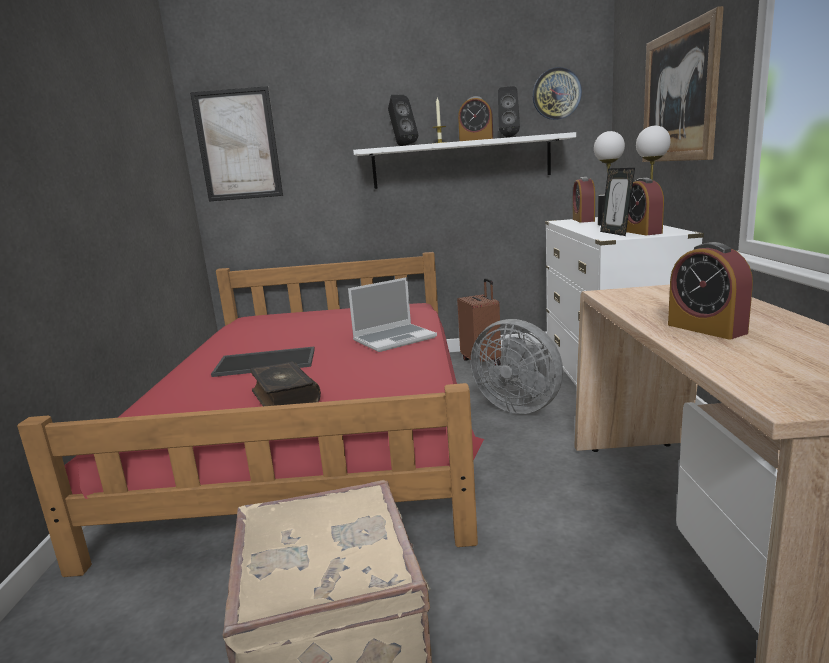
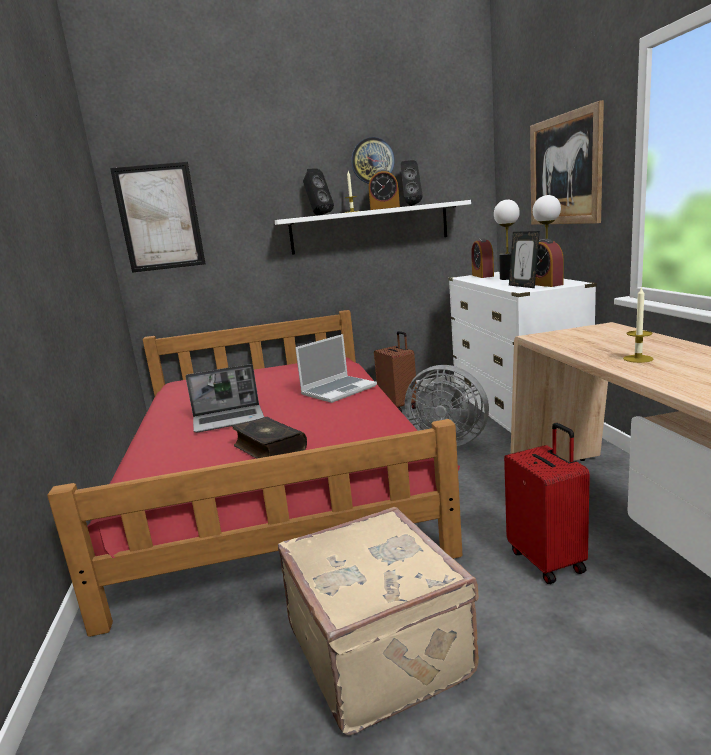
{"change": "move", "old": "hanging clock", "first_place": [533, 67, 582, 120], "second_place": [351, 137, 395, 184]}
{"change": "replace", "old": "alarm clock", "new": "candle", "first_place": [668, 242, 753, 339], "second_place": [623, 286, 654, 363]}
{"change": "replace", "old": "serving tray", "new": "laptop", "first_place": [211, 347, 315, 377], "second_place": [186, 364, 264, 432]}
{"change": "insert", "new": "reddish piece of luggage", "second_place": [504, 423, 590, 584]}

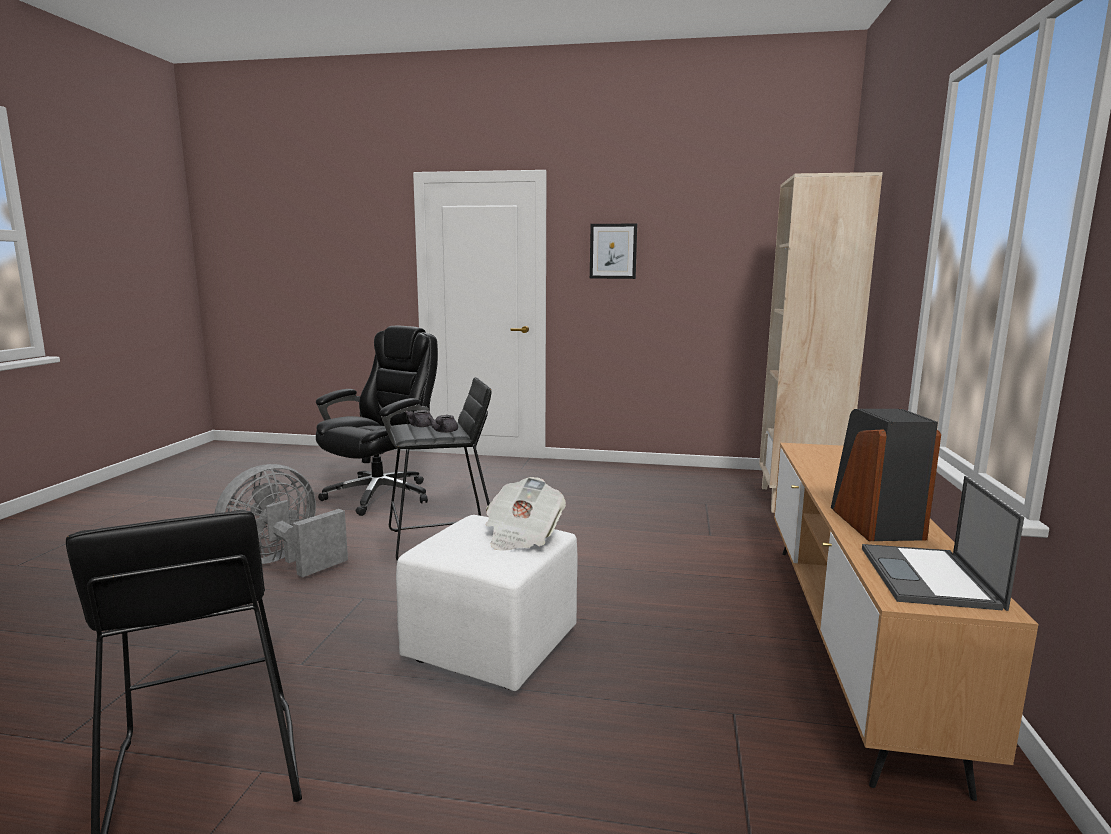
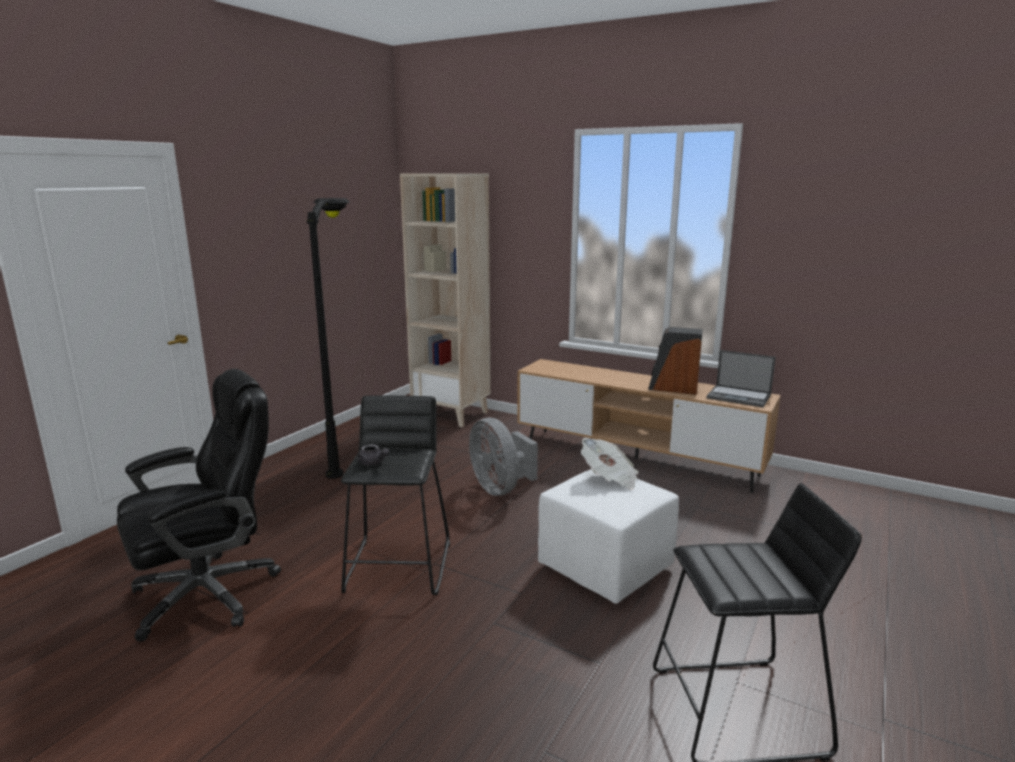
{"change": "delete", "old": "picture", "first_place": [590, 224, 637, 279]}
{"change": "rotate", "old": "black-coloured office chair", "first_place": [316, 326, 438, 516], "second_place": [117, 369, 281, 642], "degrees": 90}
{"change": "delete", "old": "grey pot for tea", "first_place": [428, 415, 458, 433]}
{"change": "move", "old": "grey cooling fan", "first_place": [215, 464, 348, 578], "second_place": [469, 418, 538, 496]}
{"change": "insert", "new": "black-coloured standard lamp", "second_place": [306, 198, 350, 479]}

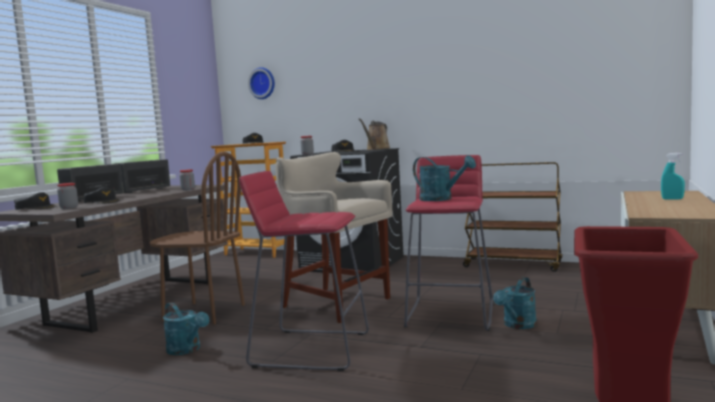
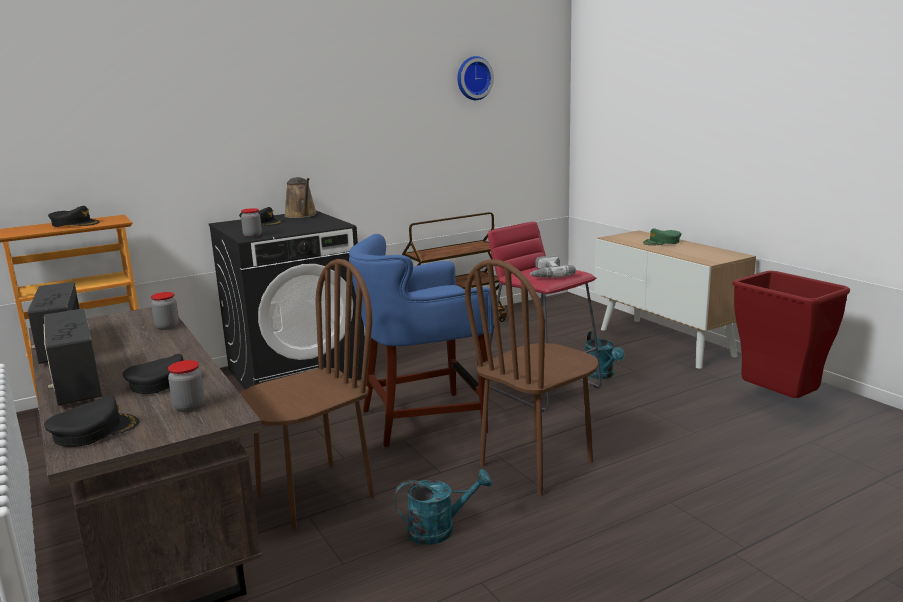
{"change": "move", "old": "hanging clock", "first_place": [248, 67, 275, 99], "second_place": [457, 56, 494, 100]}
{"change": "recolor", "old": "beige-coloured stool", "new": "blue-coloured stool", "first_place": [275, 152, 393, 323], "second_place": [349, 234, 493, 447]}
{"change": "replace", "old": "blue-green hand sprayer", "new": "green-coloured baseball cap", "first_place": [661, 153, 685, 200], "second_place": [643, 228, 682, 246]}
{"change": "replace", "old": "blue-green sprinkling can", "new": "electric drill", "first_place": [413, 155, 476, 201], "second_place": [530, 256, 576, 278]}
{"change": "replace", "old": "reddish stool", "new": "brownish chair", "first_place": [239, 171, 369, 371], "second_place": [465, 259, 598, 495]}

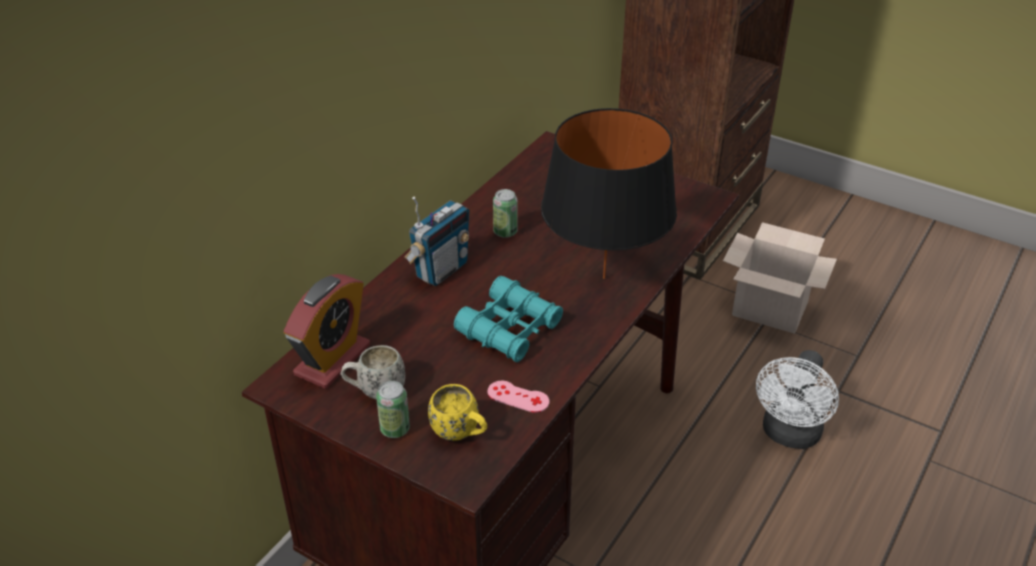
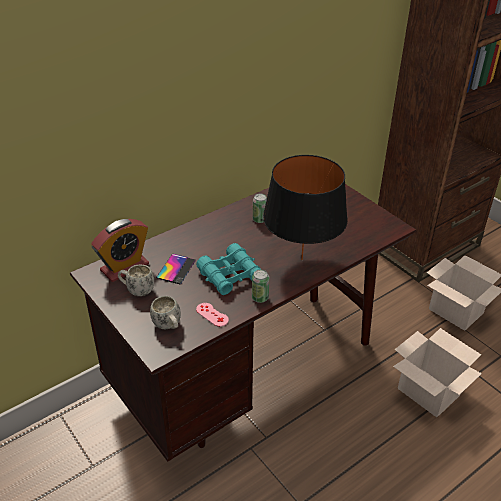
{"change": "delete", "old": "radio set", "first_place": [405, 197, 470, 286]}
{"change": "replace", "old": "whitish cooling fan", "new": "carton", "first_place": [756, 350, 839, 449], "second_place": [393, 328, 482, 417]}
{"change": "move", "old": "can", "first_place": [376, 381, 410, 438], "second_place": [252, 270, 269, 303]}
{"change": "recolor", "old": "yellow tea mug", "new": "whitish tea mug", "first_place": [428, 384, 487, 441], "second_place": [150, 296, 181, 329]}
{"change": "insert", "new": "handset", "second_place": [156, 254, 196, 285]}

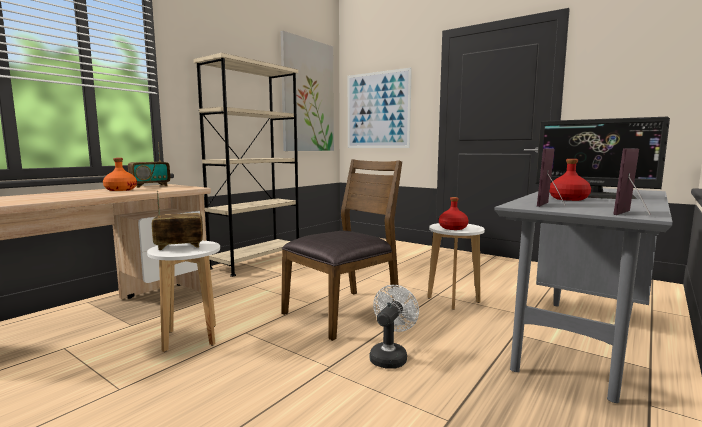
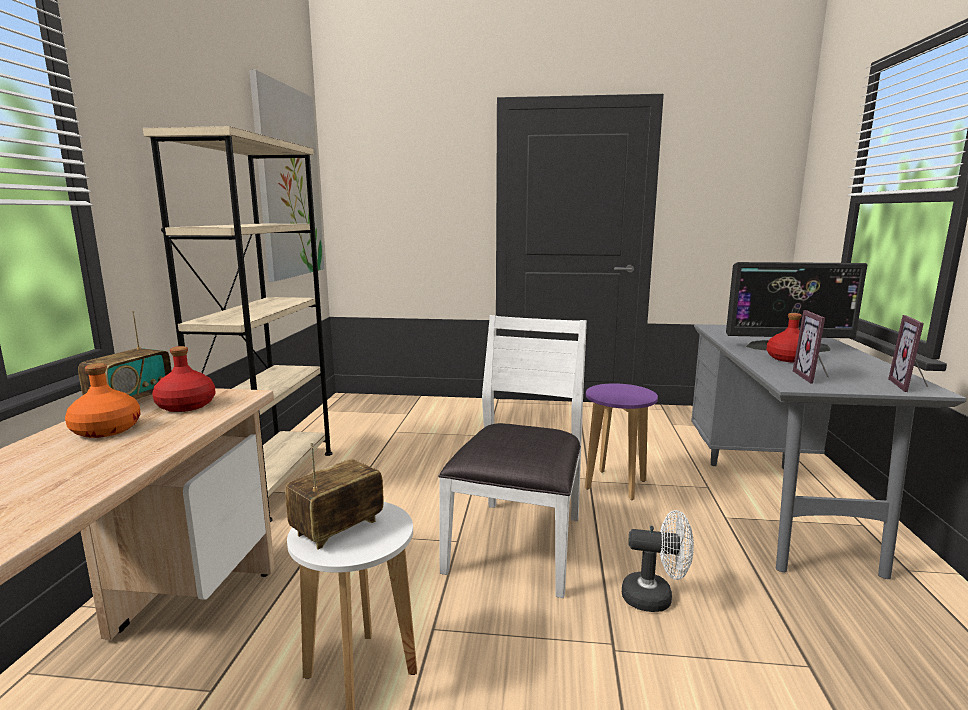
{"change": "delete", "old": "picture", "first_place": [348, 68, 412, 148]}
{"change": "recolor", "old": "brownish chair", "new": "whitish chair", "first_place": [281, 159, 402, 341], "second_place": [438, 315, 587, 598]}
{"change": "move", "old": "reddish beverage bottle", "first_place": [439, 197, 468, 230], "second_place": [152, 346, 216, 412]}
{"change": "recolor", "old": "whitish stool", "new": "purple-coloured stool", "first_place": [427, 223, 485, 310], "second_place": [585, 383, 658, 500]}
{"change": "rotate", "old": "whitish cooling fan", "first_place": [370, 285, 419, 369], "second_place": [622, 510, 694, 612], "degrees": 105}

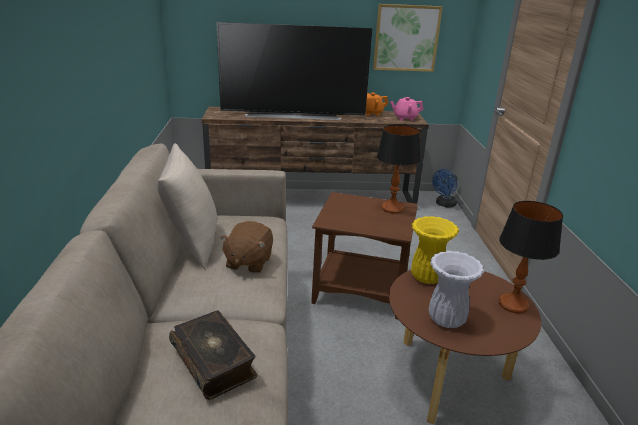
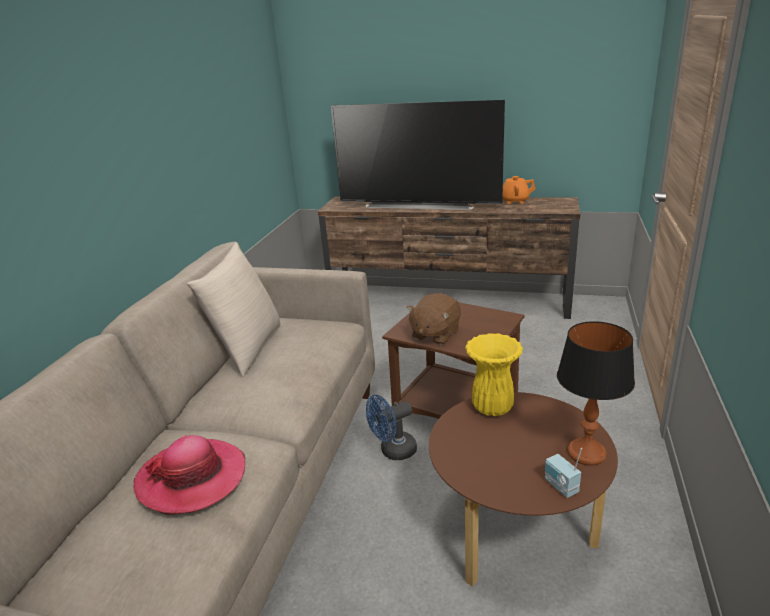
{"change": "delete", "old": "picture", "first_place": [373, 4, 443, 72]}
{"change": "delete", "old": "pinkish pot for tea", "first_place": [390, 97, 423, 121]}
{"change": "delete", "old": "table lamp", "first_place": [376, 125, 420, 213]}
{"change": "move", "old": "blue-coloured cooling fan", "first_place": [432, 169, 458, 208], "second_place": [366, 395, 417, 460]}
{"change": "move", "old": "brownish plush toy", "first_place": [220, 221, 273, 273], "second_place": [407, 293, 461, 345]}
{"change": "delete", "old": "whitish flower vase", "first_place": [428, 251, 484, 328]}
{"change": "replace", "old": "volume", "new": "hat", "first_place": [169, 310, 257, 400], "second_place": [133, 435, 245, 515]}
{"change": "insert", "new": "radio set", "second_place": [545, 448, 582, 498]}

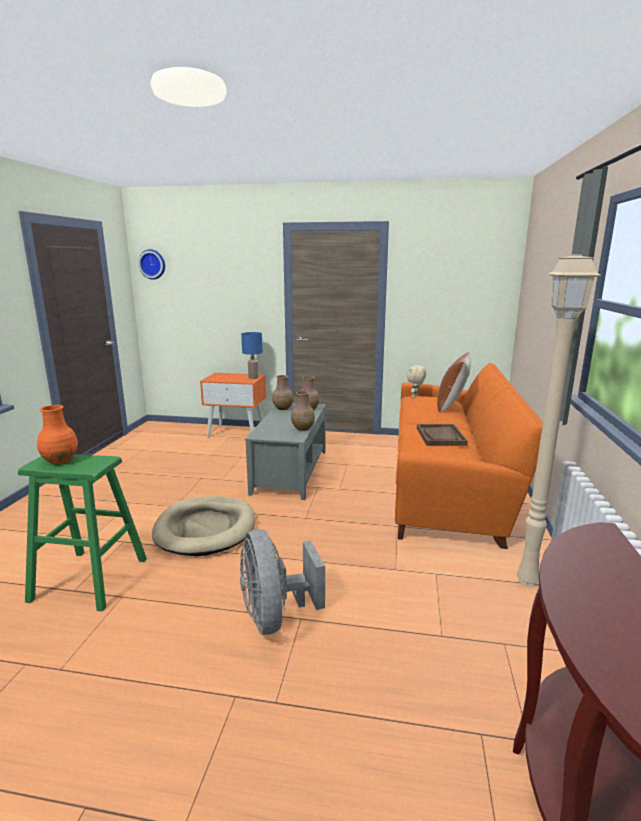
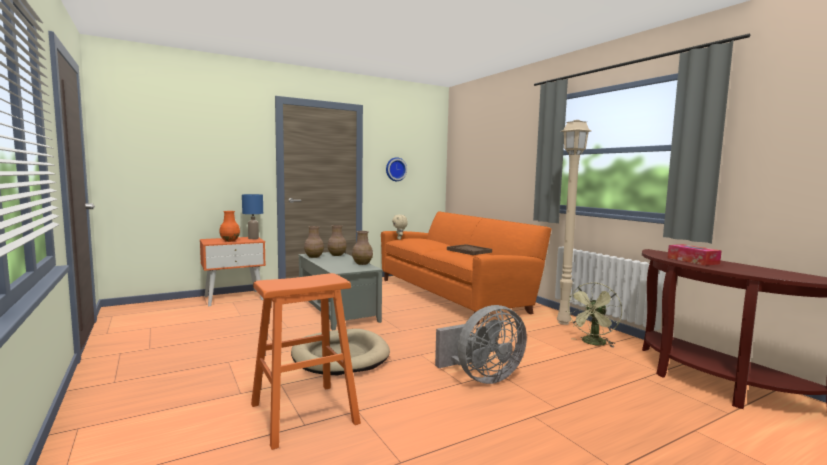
{"change": "move", "old": "hanging clock", "first_place": [138, 249, 165, 280], "second_place": [386, 157, 407, 181]}
{"change": "delete", "old": "brownish throw pillow", "first_place": [437, 352, 471, 413]}
{"change": "move", "old": "orange-coloured flower vase", "first_place": [37, 405, 78, 464], "second_place": [219, 211, 240, 242]}
{"change": "recolor", "old": "green-coloured stool", "new": "orange-coloured stool", "first_place": [18, 454, 147, 612], "second_place": [251, 273, 361, 450]}
{"change": "rotate", "old": "grey cooling fan", "first_place": [240, 529, 325, 635], "second_place": [435, 305, 527, 384], "degrees": -60}
{"change": "insert", "new": "tissue box", "second_place": [668, 244, 722, 266]}
{"change": "insert", "new": "green-coloured cooling fan", "second_place": [566, 283, 622, 348]}

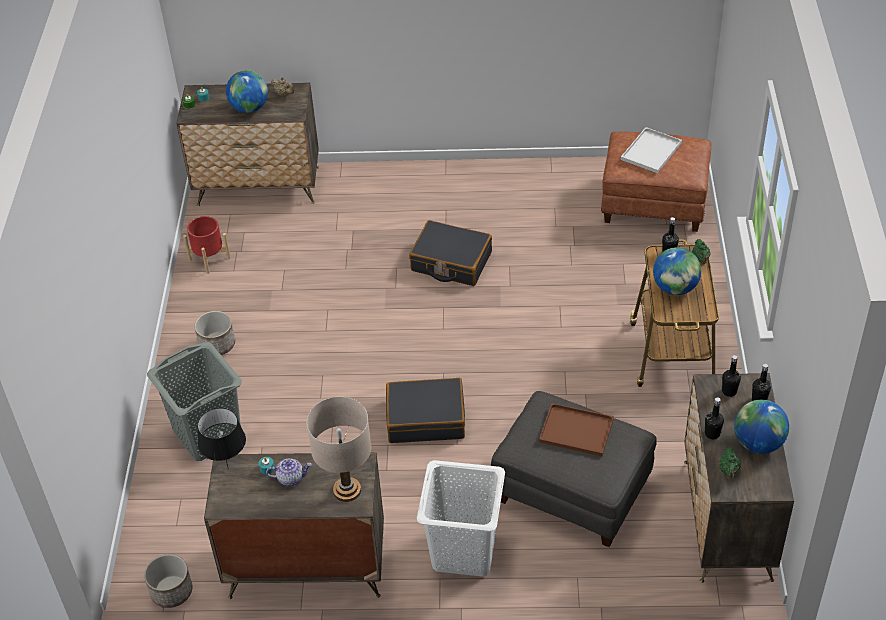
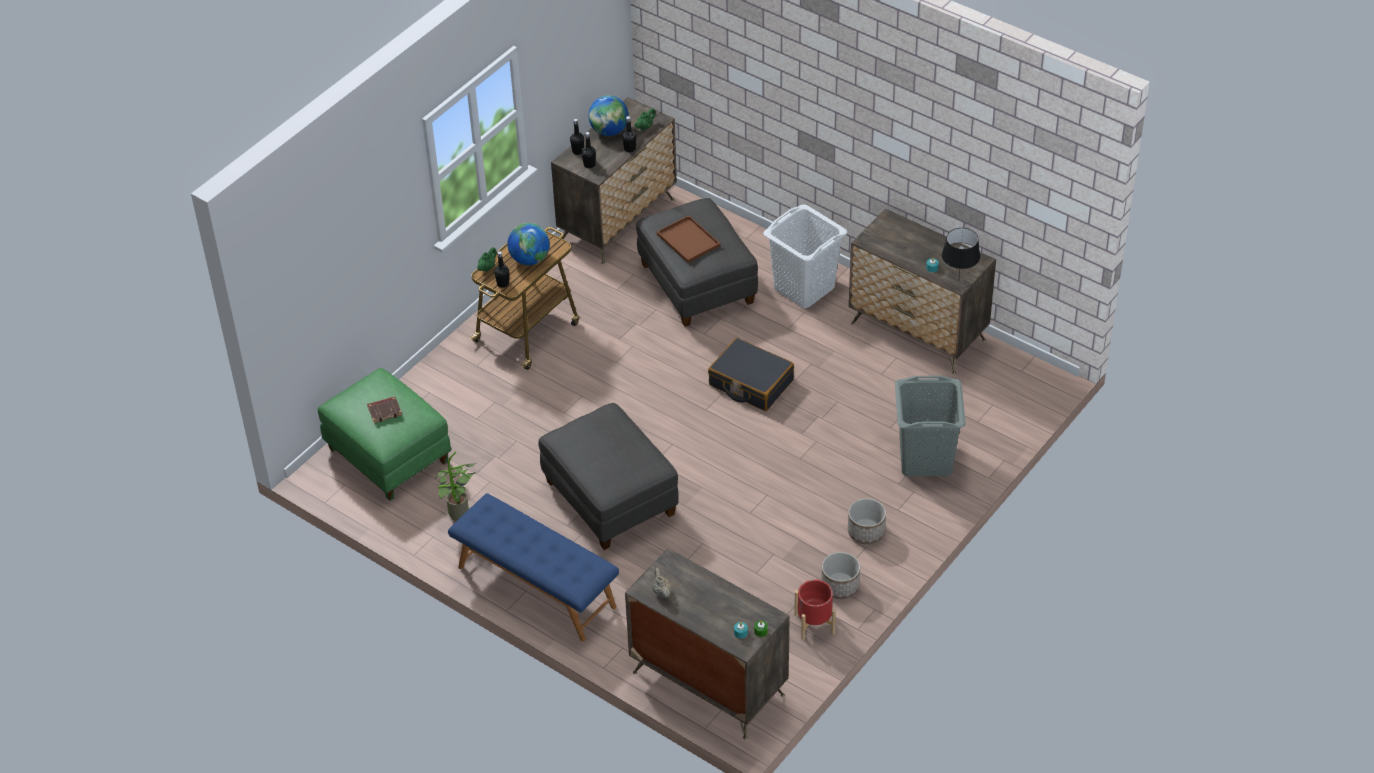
{"change": "delete", "old": "desk globe", "first_place": [226, 70, 268, 113]}
{"change": "replace", "old": "whitish serving tray", "new": "brownish volume", "first_place": [621, 127, 682, 173], "second_place": [367, 396, 402, 423]}
{"change": "recolor", "old": "brownish pouffe", "new": "green-coloured pouffe", "first_place": [601, 132, 711, 232], "second_place": [317, 368, 451, 501]}
{"change": "replace", "old": "black-coloured piece of luggage", "new": "grey pouffe", "first_place": [409, 220, 492, 286], "second_place": [538, 403, 679, 550]}
{"change": "delete", "old": "beige-coloured table lamp", "first_place": [307, 397, 371, 502]}
{"change": "delete", "old": "pot for tea", "first_place": [266, 459, 311, 486]}
{"change": "move", "old": "plant pot", "first_place": [144, 554, 192, 608], "second_place": [821, 552, 860, 599]}
{"change": "insert", "new": "potted plant", "second_place": [435, 452, 476, 521]}
{"change": "insert", "new": "blue-coloured bench", "second_place": [448, 493, 619, 641]}

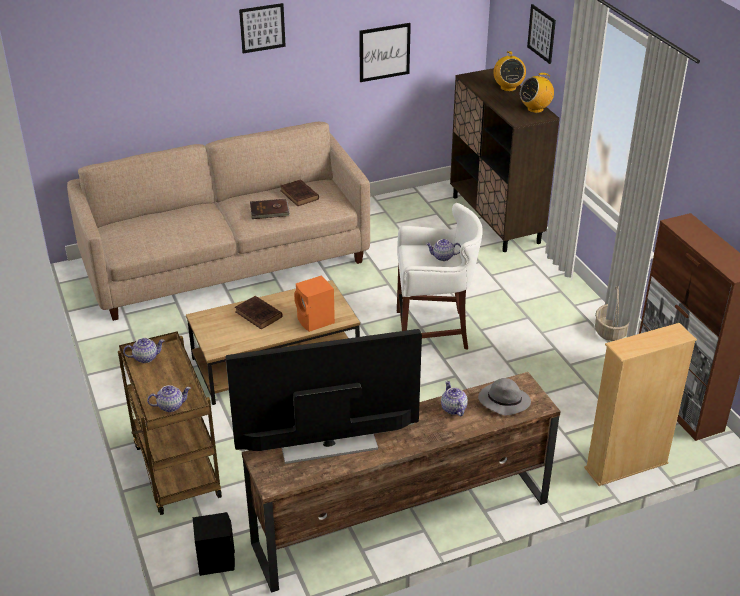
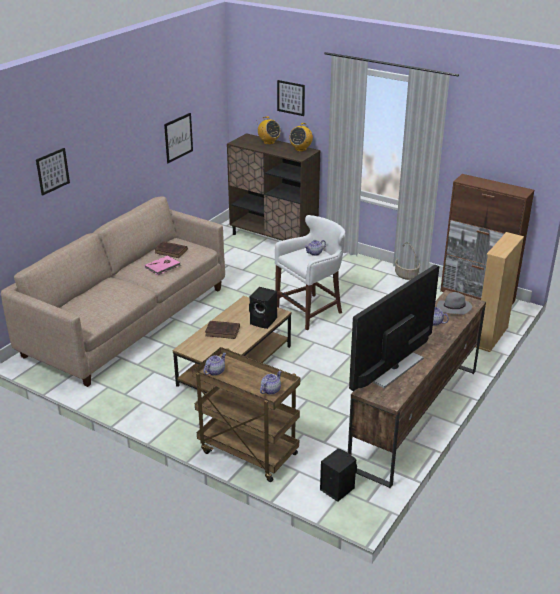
{"change": "move", "old": "picture", "first_place": [239, 3, 286, 53], "second_place": [36, 148, 70, 196]}
{"change": "recolor", "old": "brownish volume", "new": "pinkish volume", "first_place": [250, 199, 290, 219], "second_place": [145, 255, 181, 275]}
{"change": "recolor", "old": "orange-coloured audio speaker", "new": "black-coloured audio speaker", "first_place": [294, 275, 335, 332], "second_place": [249, 287, 277, 329]}

